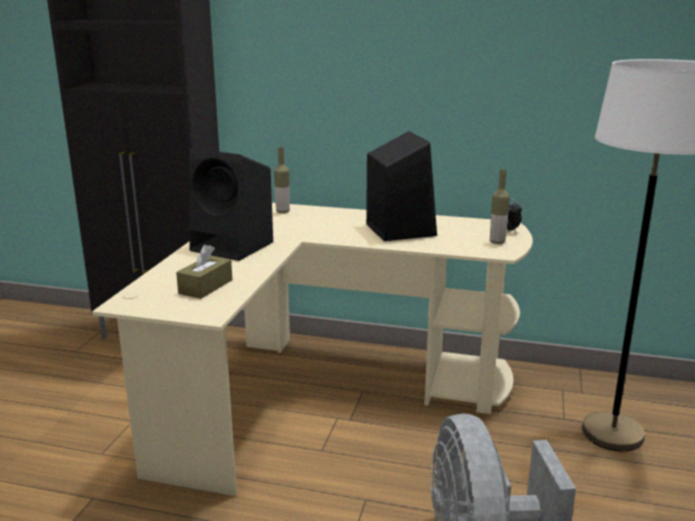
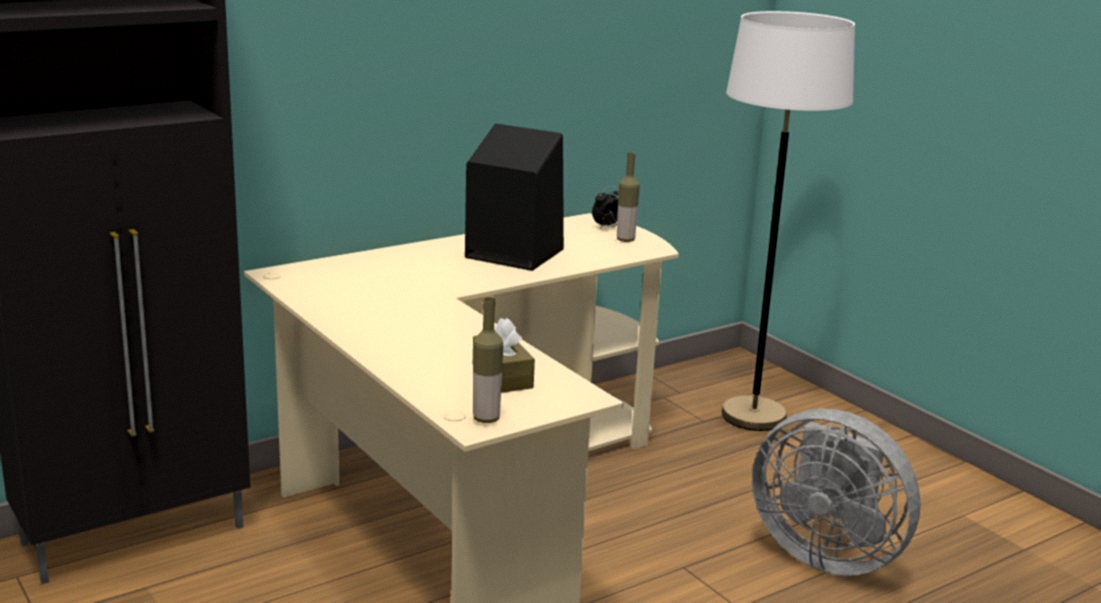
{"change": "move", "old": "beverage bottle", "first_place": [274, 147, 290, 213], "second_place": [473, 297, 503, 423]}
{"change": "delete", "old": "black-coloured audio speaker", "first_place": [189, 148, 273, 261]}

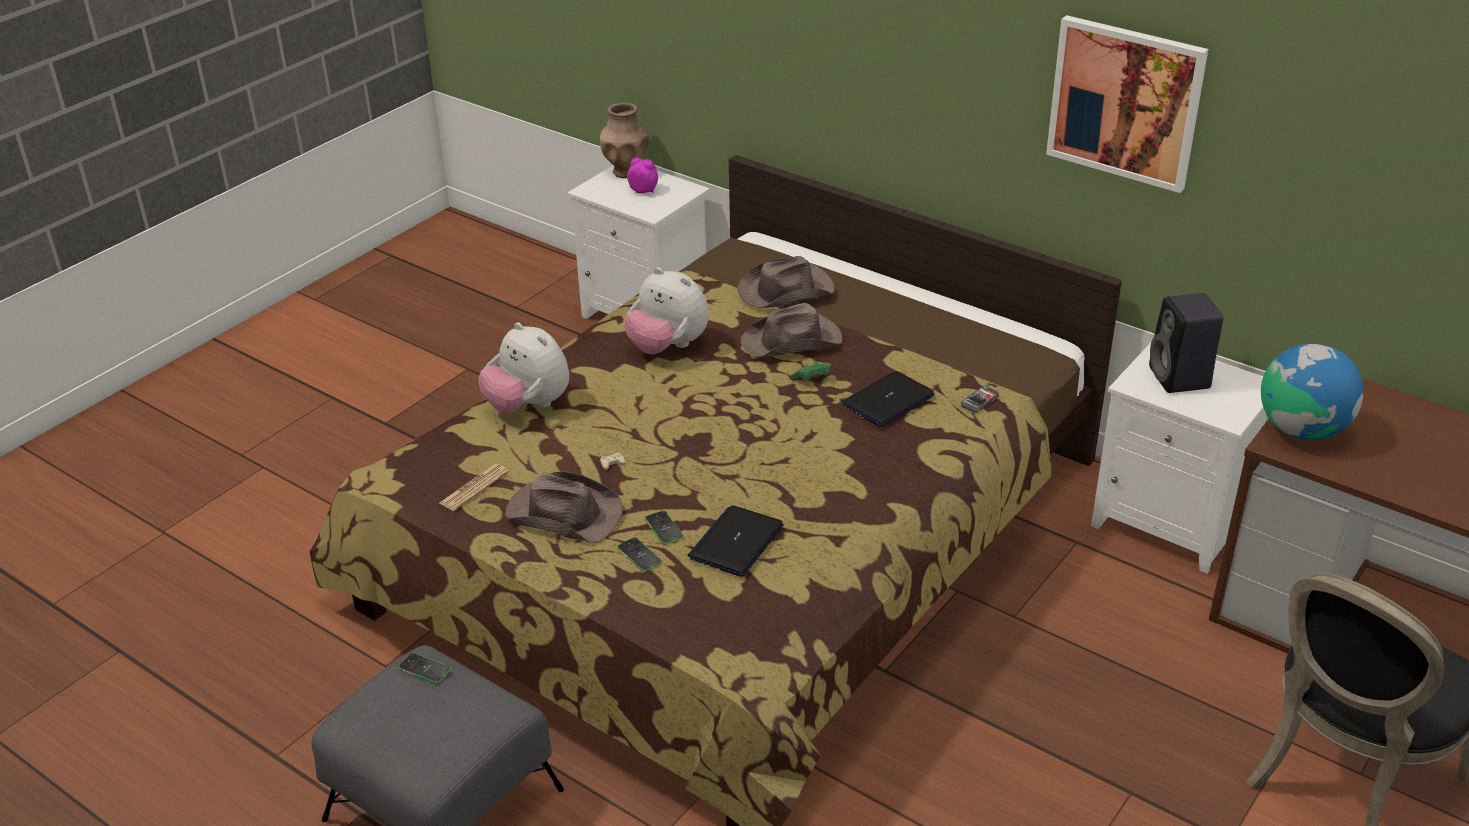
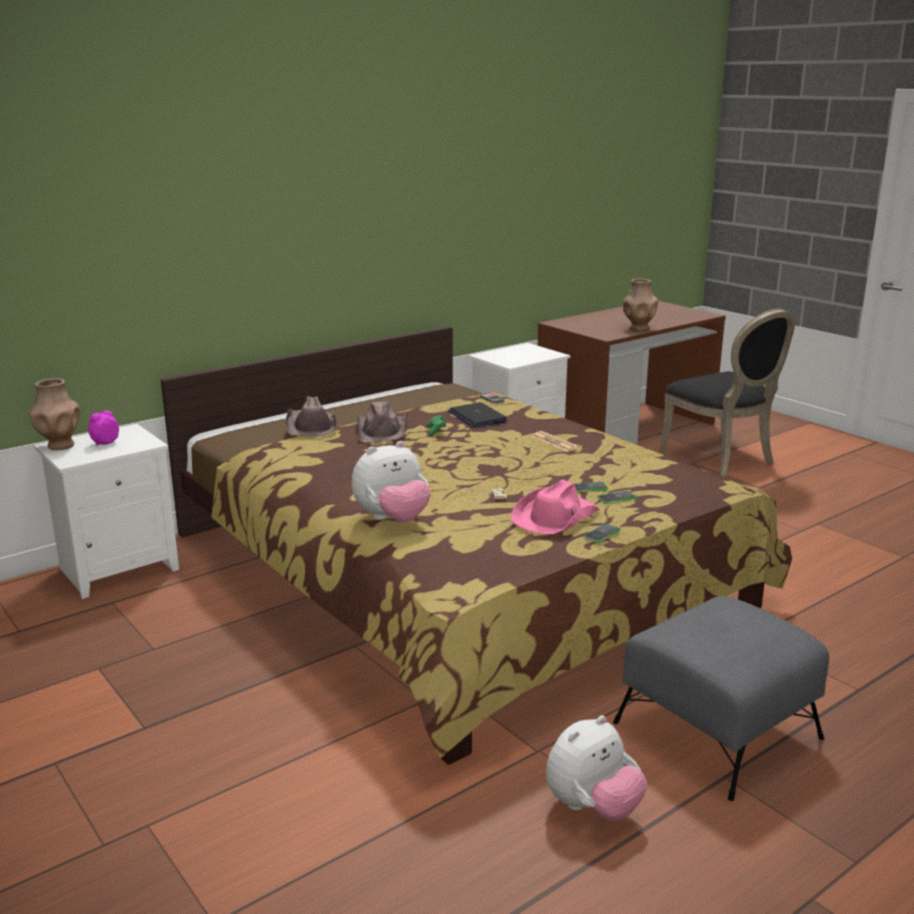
{"change": "delete", "old": "picture", "first_place": [1046, 15, 1208, 193]}
{"change": "move", "old": "plush toy", "first_place": [624, 267, 709, 354], "second_place": [546, 716, 647, 822]}
{"change": "delete", "old": "black-coloured audio speaker", "first_place": [1149, 293, 1223, 393]}
{"change": "delete", "old": "desk globe", "first_place": [1261, 344, 1363, 440]}
{"change": "move", "old": "newspaper", "first_place": [440, 464, 509, 511], "second_place": [532, 431, 579, 452]}
{"change": "recolor", "old": "brownish hat", "new": "pinkish hat", "first_place": [505, 471, 623, 544], "second_place": [511, 480, 600, 534]}
{"change": "delete", "old": "laptop", "first_place": [688, 505, 784, 577]}
{"change": "move", "old": "handset", "first_place": [398, 653, 451, 684], "second_place": [583, 524, 621, 543]}
{"change": "insert", "new": "brownish flower vase", "second_place": [623, 278, 658, 331]}

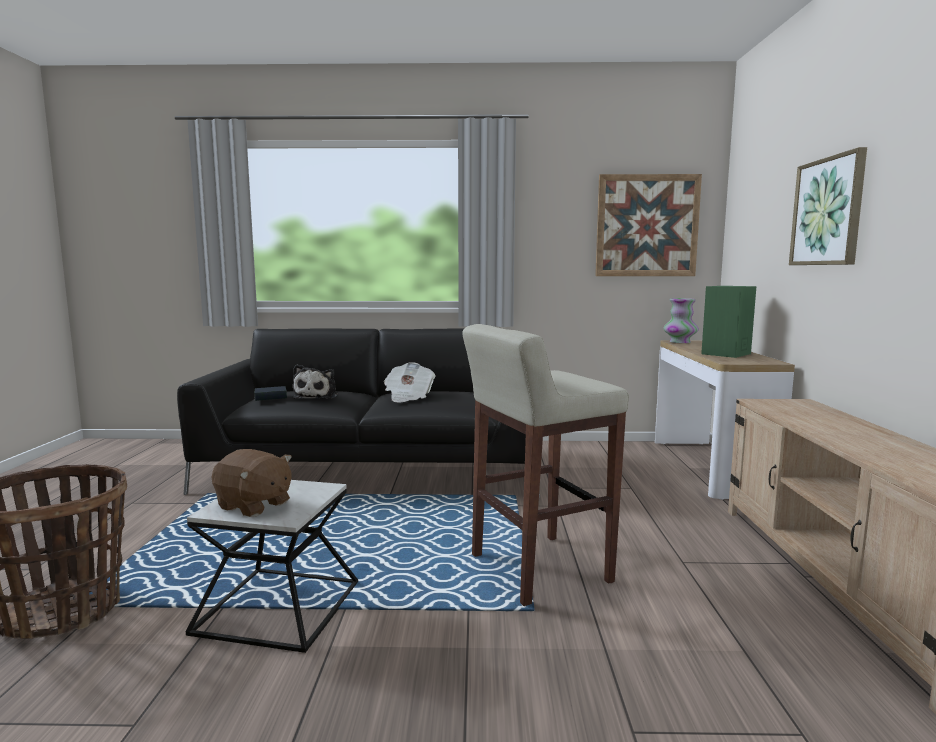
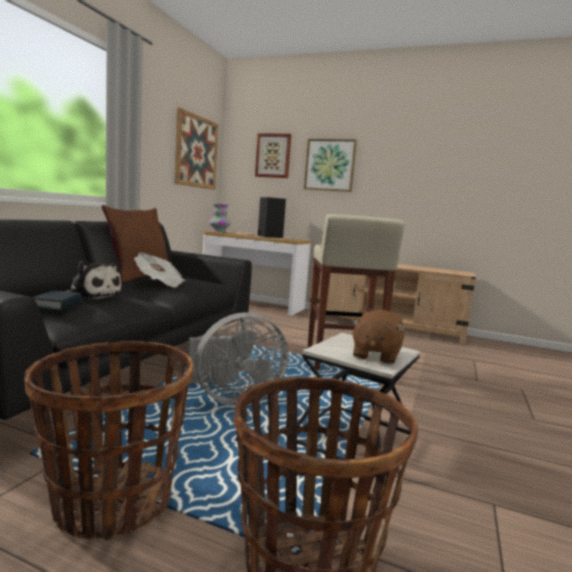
{"change": "recolor", "old": "green-coloured audio speaker", "new": "black-coloured audio speaker", "first_place": [701, 286, 756, 358], "second_place": [258, 197, 286, 238]}
{"change": "rotate", "old": "brownish plush toy", "first_place": [212, 449, 292, 517], "second_place": [351, 310, 406, 364], "degrees": 150}
{"change": "insert", "new": "picture", "second_place": [255, 133, 292, 178]}
{"change": "insert", "new": "brownish throw pillow", "second_place": [101, 205, 169, 283]}
{"change": "insert", "new": "grey cooling fan", "second_place": [188, 312, 289, 406]}
{"change": "insert", "new": "storage basket", "second_place": [24, 341, 193, 541]}

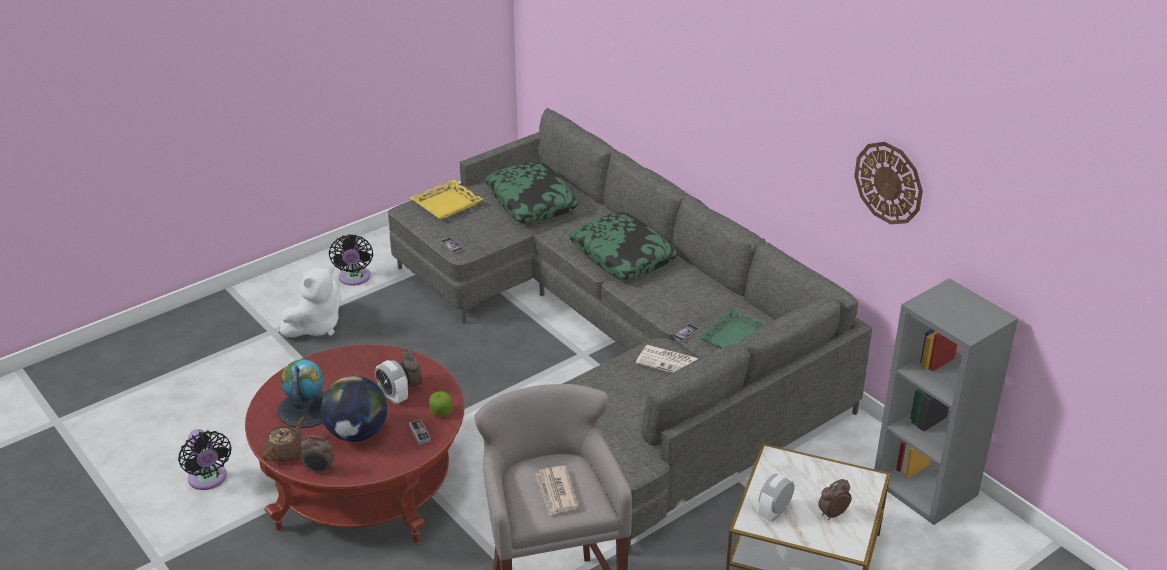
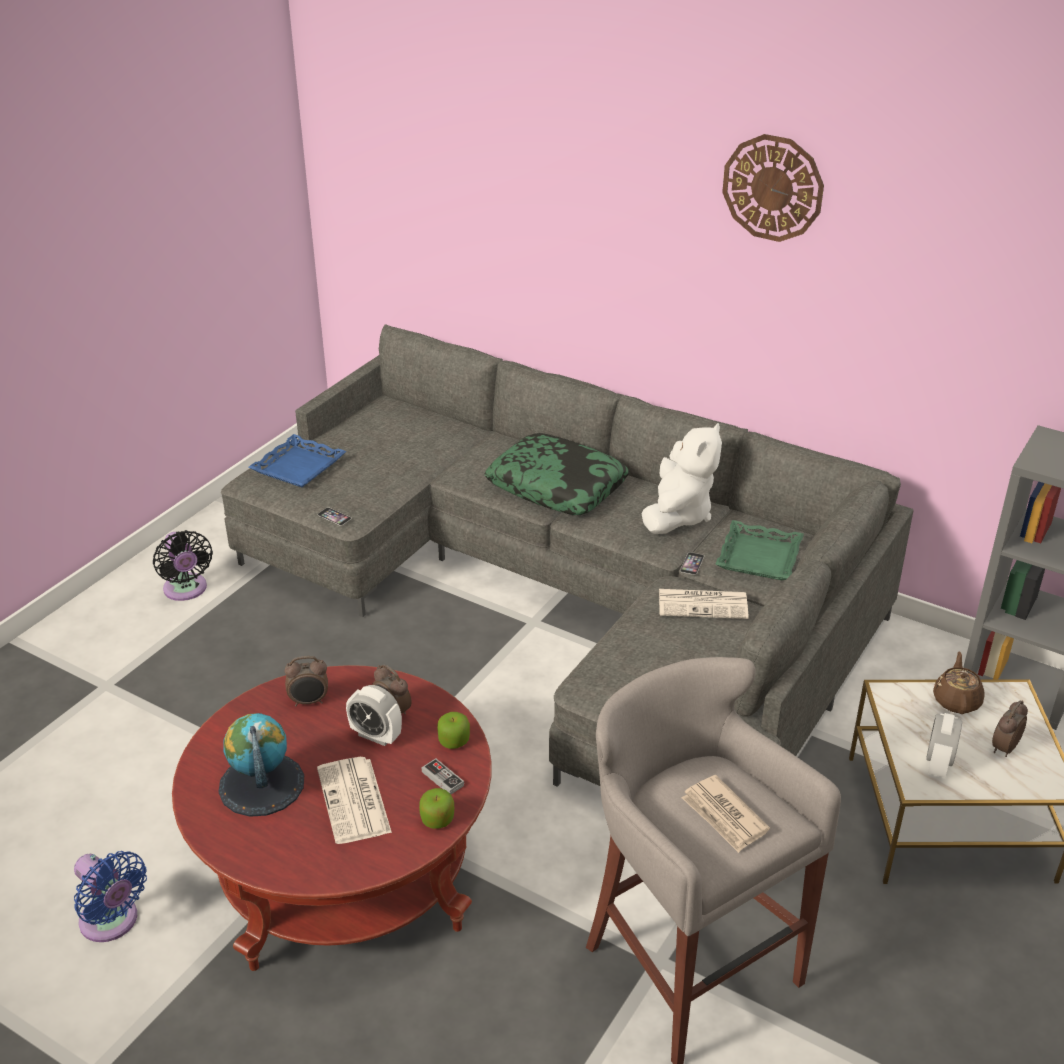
{"change": "move", "old": "hanging clock", "first_place": [854, 142, 923, 224], "second_place": [722, 134, 824, 242]}
{"change": "delete", "old": "throw pillow", "first_place": [485, 162, 578, 223]}
{"change": "recolor", "old": "yellow serving tray", "new": "blue-coloured serving tray", "first_place": [409, 179, 483, 220], "second_place": [248, 434, 346, 488]}
{"change": "move", "old": "whitish plush toy", "first_place": [280, 267, 341, 338], "second_place": [642, 423, 722, 534]}
{"change": "replace", "old": "desk globe", "new": "newspaper", "first_place": [321, 376, 387, 442], "second_place": [317, 757, 392, 844]}
{"change": "move", "old": "brownish pot for tea", "first_place": [262, 417, 304, 462], "second_place": [933, 652, 985, 714]}
{"change": "recolor", "old": "black-coloured cooling fan", "new": "blue-coloured cooling fan", "first_place": [178, 429, 232, 490], "second_place": [74, 851, 147, 942]}
{"change": "move", "old": "alarm clock", "first_place": [300, 436, 334, 474], "second_place": [285, 656, 328, 706]}
{"change": "insert", "new": "apple fruit", "second_place": [419, 788, 454, 829]}

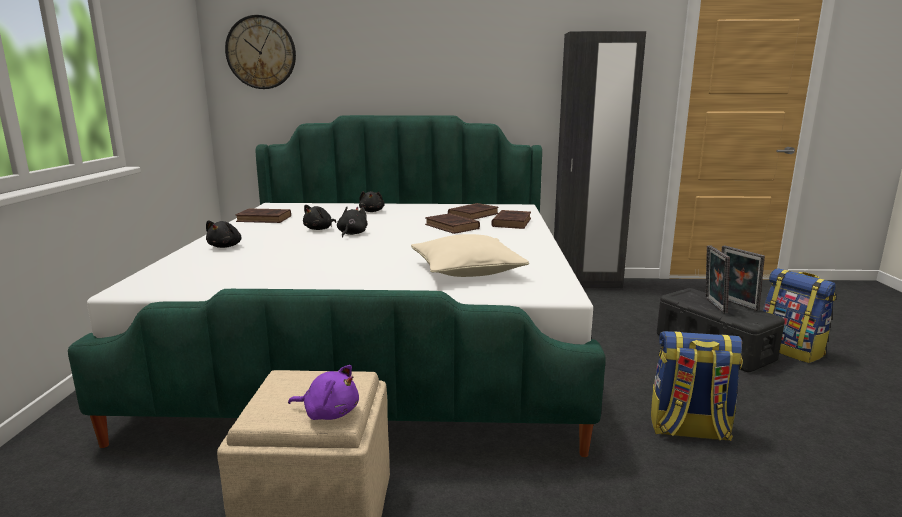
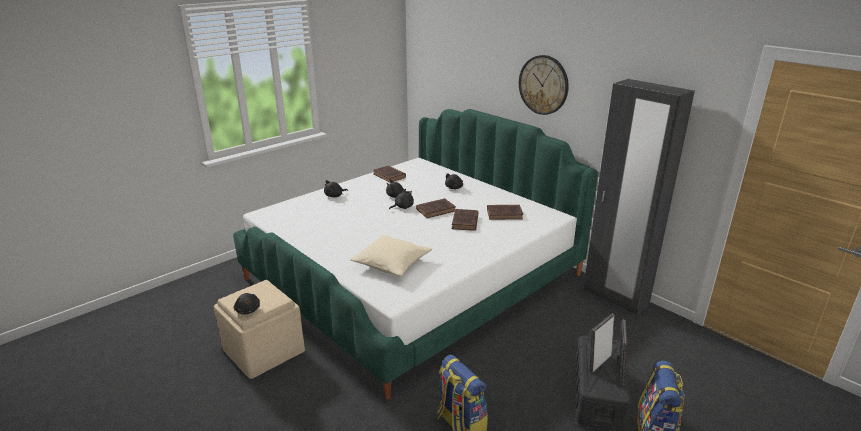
{"change": "move", "old": "hanging clock", "first_place": [225, 15, 296, 89], "second_place": [519, 55, 569, 115]}
{"change": "move", "old": "brownish volume", "first_place": [491, 210, 531, 229], "second_place": [416, 198, 456, 218]}
{"change": "recolor", "old": "purple-coloured plush toy", "new": "black-coloured plush toy", "first_place": [288, 365, 359, 420], "second_place": [234, 293, 260, 315]}

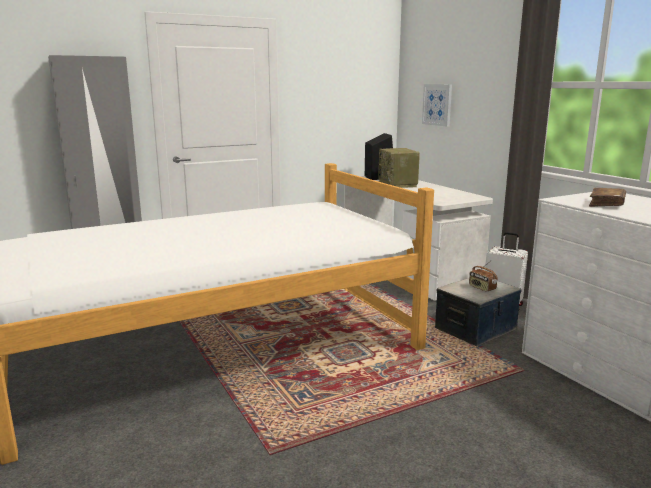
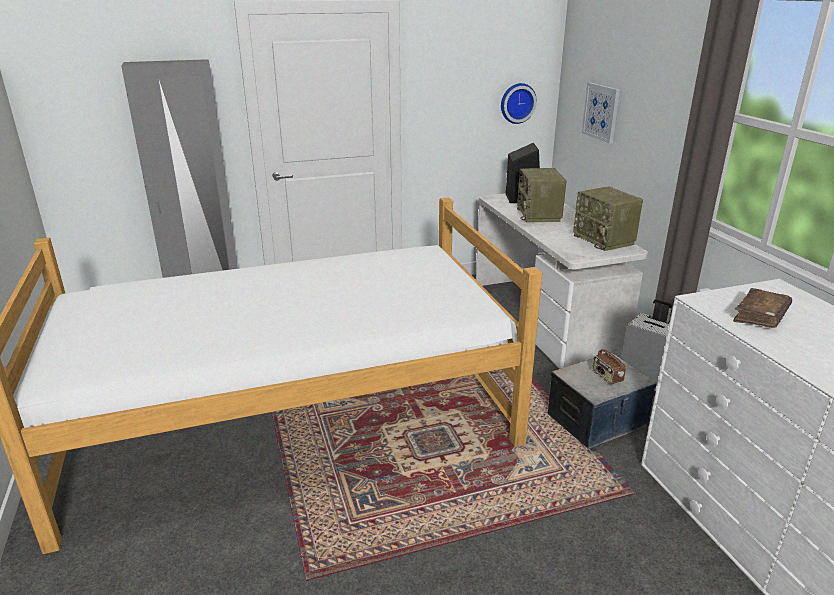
{"change": "insert", "new": "hanging clock", "second_place": [501, 83, 537, 124]}
{"change": "insert", "new": "radio set", "second_place": [573, 187, 643, 251]}

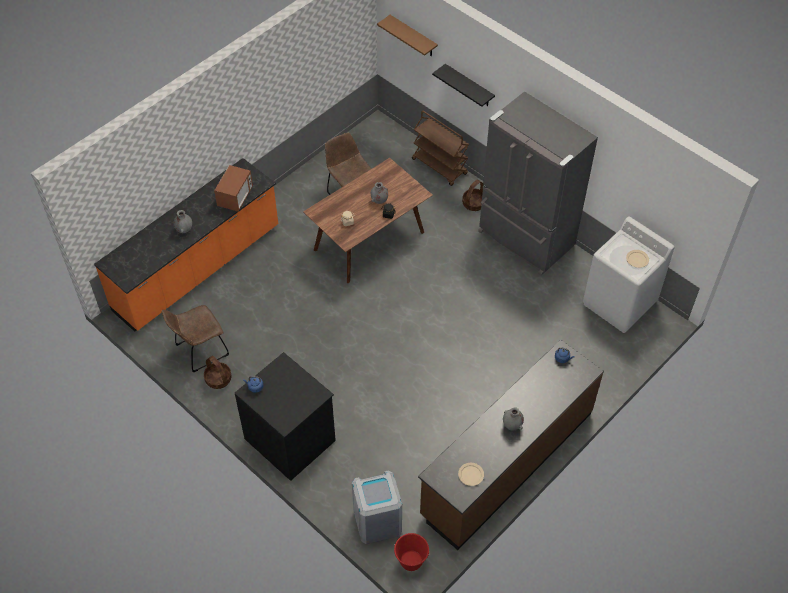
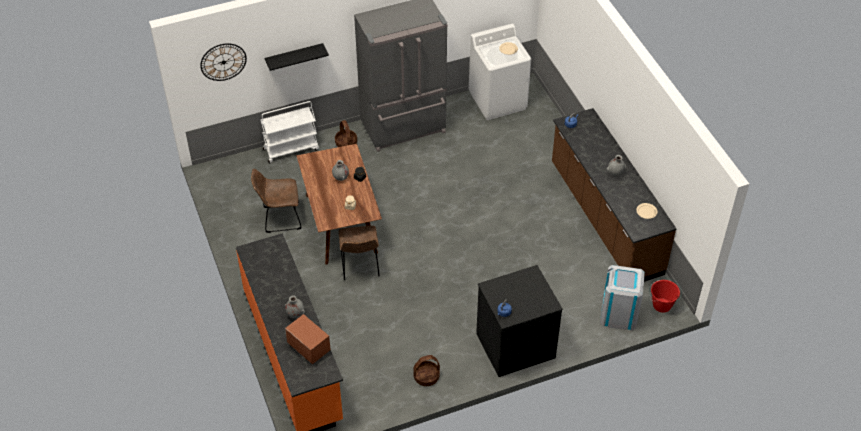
{"change": "replace", "old": "brownish wall shelf", "new": "hanging clock", "first_place": [377, 15, 438, 56], "second_place": [200, 43, 247, 81]}
{"change": "recolor", "old": "brownish wheeled cart", "new": "whitish wheeled cart", "first_place": [412, 111, 469, 186], "second_place": [260, 101, 319, 163]}
{"change": "move", "old": "microwave oven", "first_place": [214, 165, 253, 211], "second_place": [285, 314, 331, 364]}
{"change": "move", "old": "brownish chair", "first_place": [162, 305, 229, 372], "second_place": [339, 226, 380, 280]}

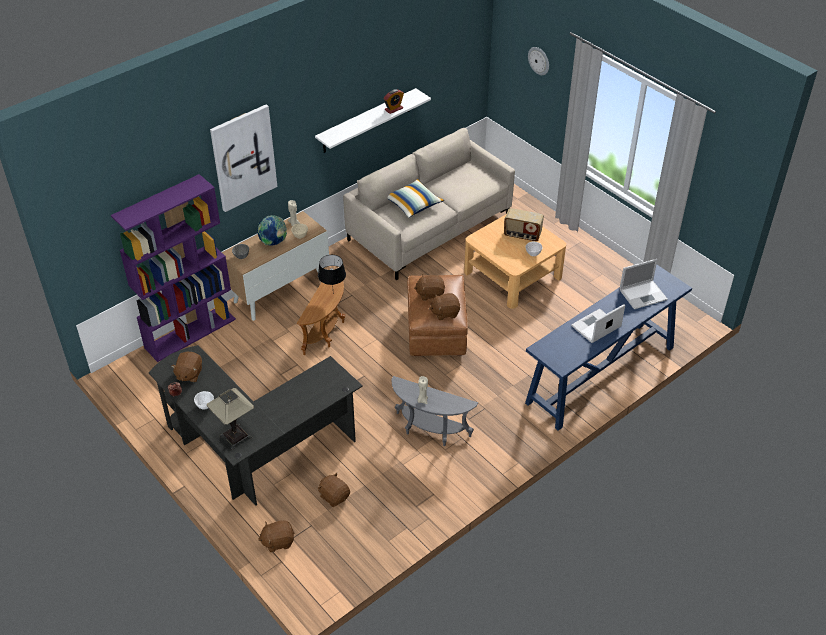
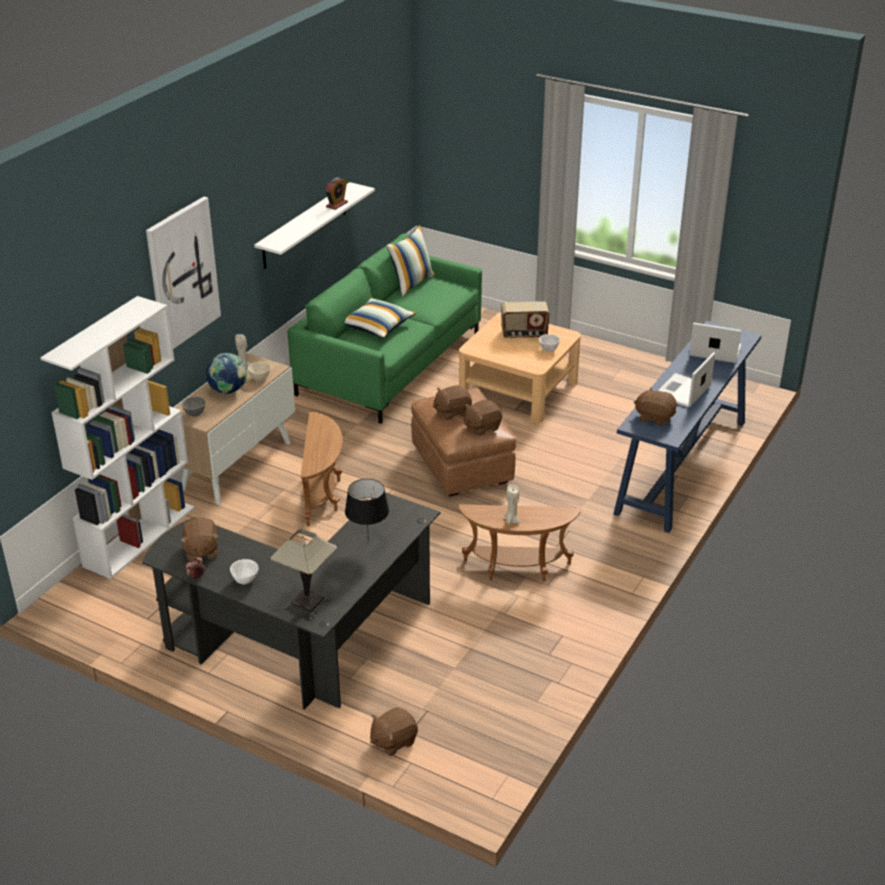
{"change": "delete", "old": "hanging clock", "first_place": [528, 47, 549, 75]}
{"change": "recolor", "old": "beige-coloured sofa", "new": "green-coloured sofa", "first_place": [343, 128, 515, 280], "second_place": [287, 233, 482, 424]}
{"change": "recolor", "old": "purple-coloured bookcase", "new": "whitish bookcase", "first_place": [111, 174, 236, 362], "second_place": [40, 296, 194, 579]}
{"change": "move", "old": "black-coloured table lamp", "first_place": [318, 255, 346, 286], "second_place": [345, 479, 389, 543]}
{"change": "rotate", "old": "laptop", "first_place": [620, 259, 668, 309], "second_place": [689, 322, 742, 363], "degrees": -120}
{"change": "recolor", "old": "grey side table", "new": "brownish side table", "first_place": [391, 376, 478, 446], "second_place": [459, 504, 581, 582]}
{"change": "move", "old": "brownish plush toy", "first_place": [317, 472, 350, 507], "second_place": [634, 387, 677, 426]}
{"change": "insert", "new": "throw pillow", "second_place": [386, 225, 435, 296]}

